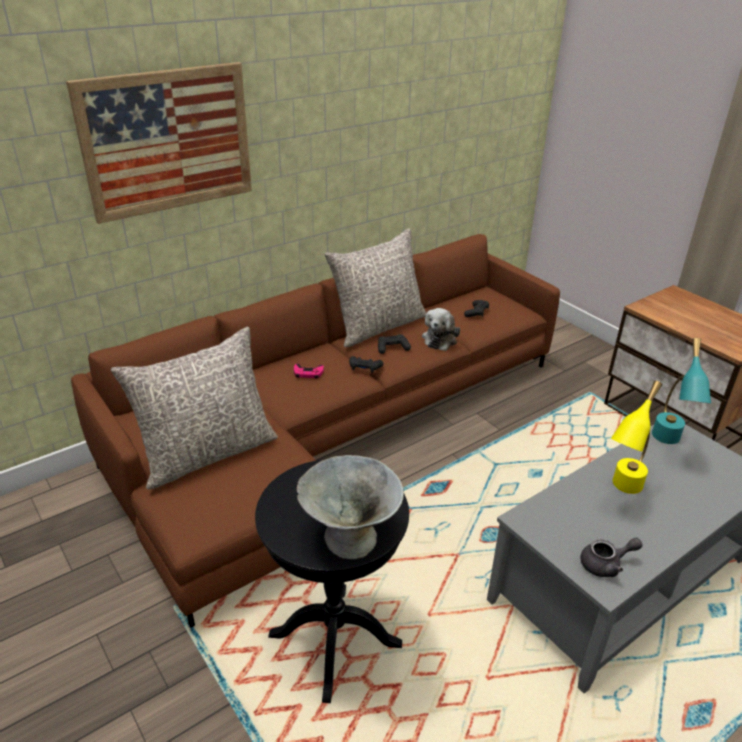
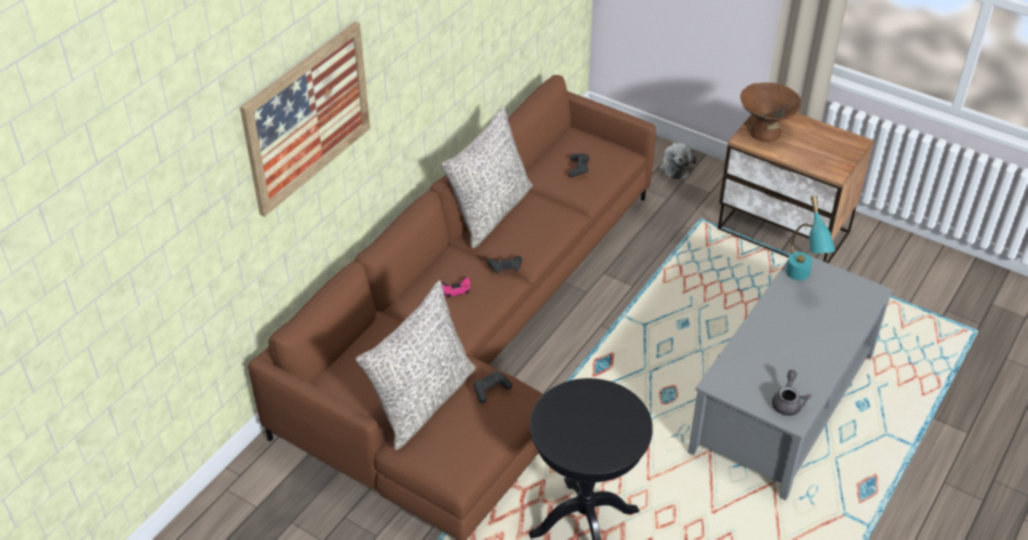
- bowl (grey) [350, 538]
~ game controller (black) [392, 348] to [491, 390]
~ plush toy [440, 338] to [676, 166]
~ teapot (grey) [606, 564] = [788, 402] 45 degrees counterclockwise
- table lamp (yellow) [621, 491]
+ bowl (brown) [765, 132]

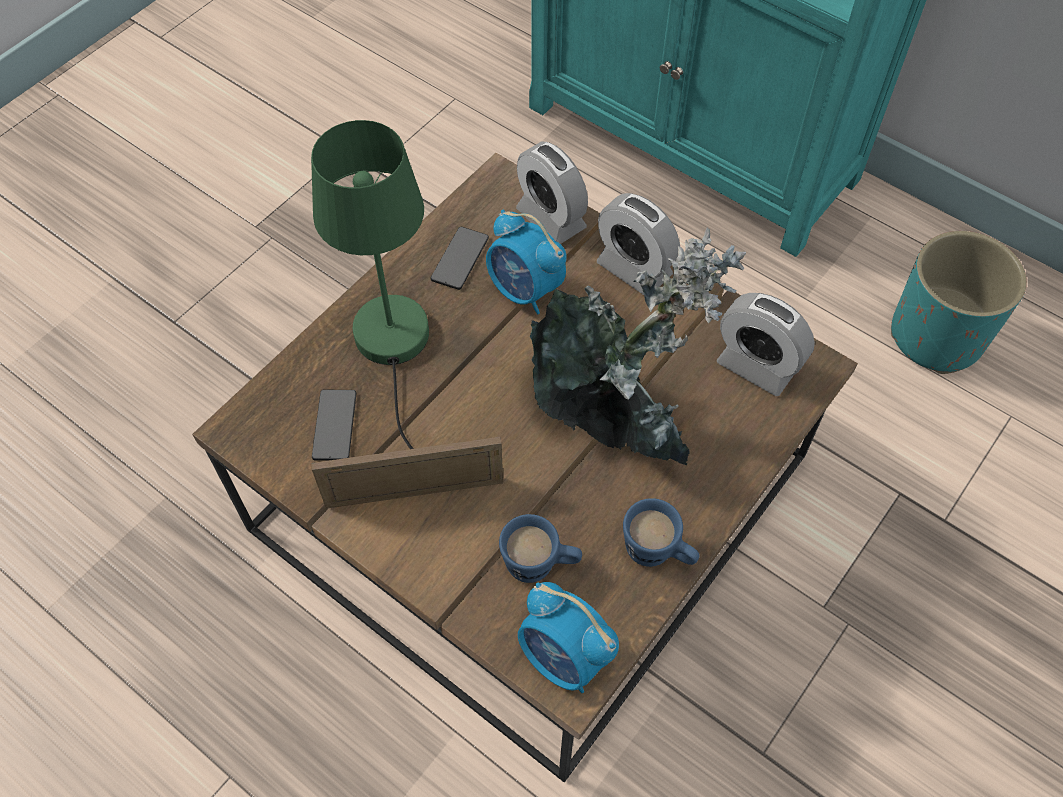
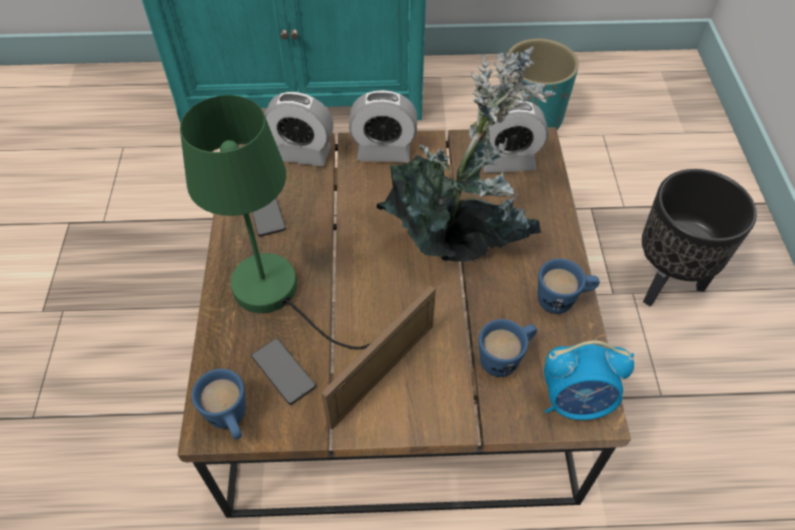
- alarm clock [525, 290]
+ mug (blue) [230, 420]
+ planter (black) [666, 282]

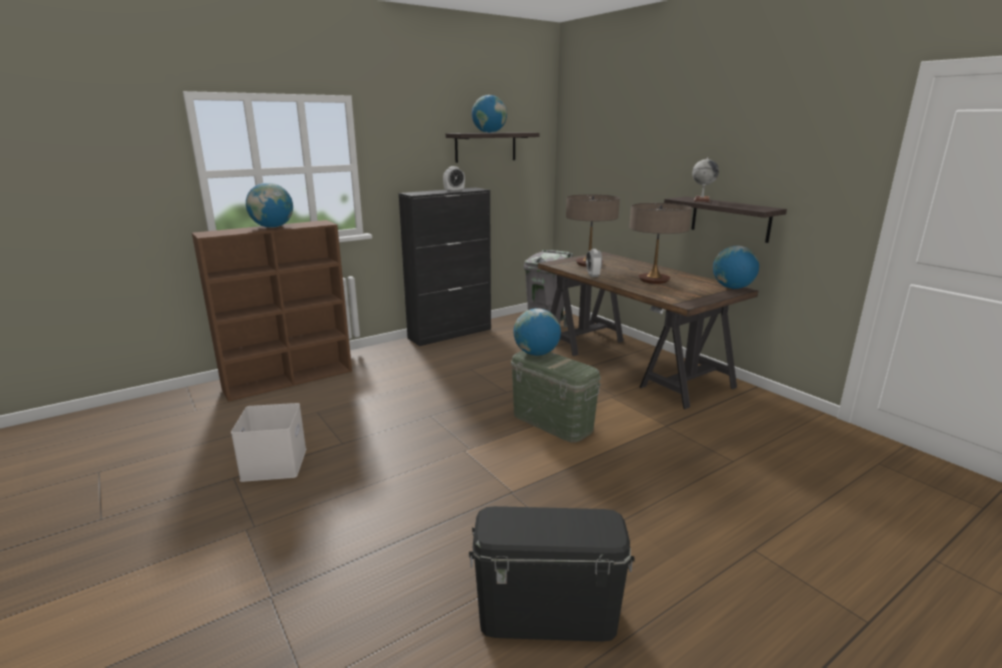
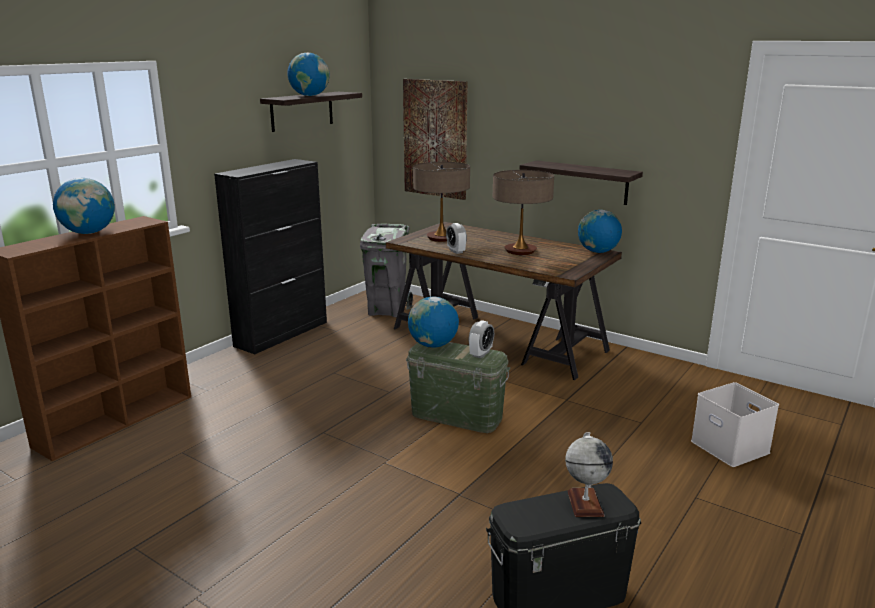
~ storage box (white) [275, 464] to [731, 447]
~ alarm clock [454, 191] to [481, 354]
~ globe [702, 200] to [585, 503]
+ picture [435, 138]

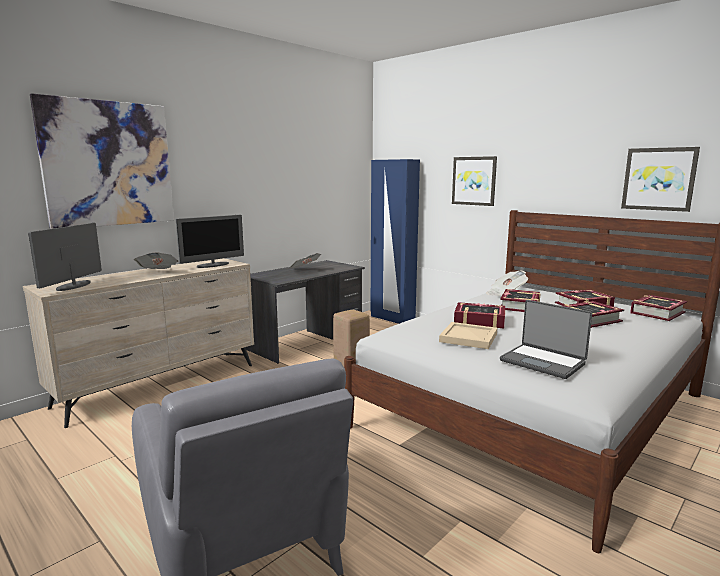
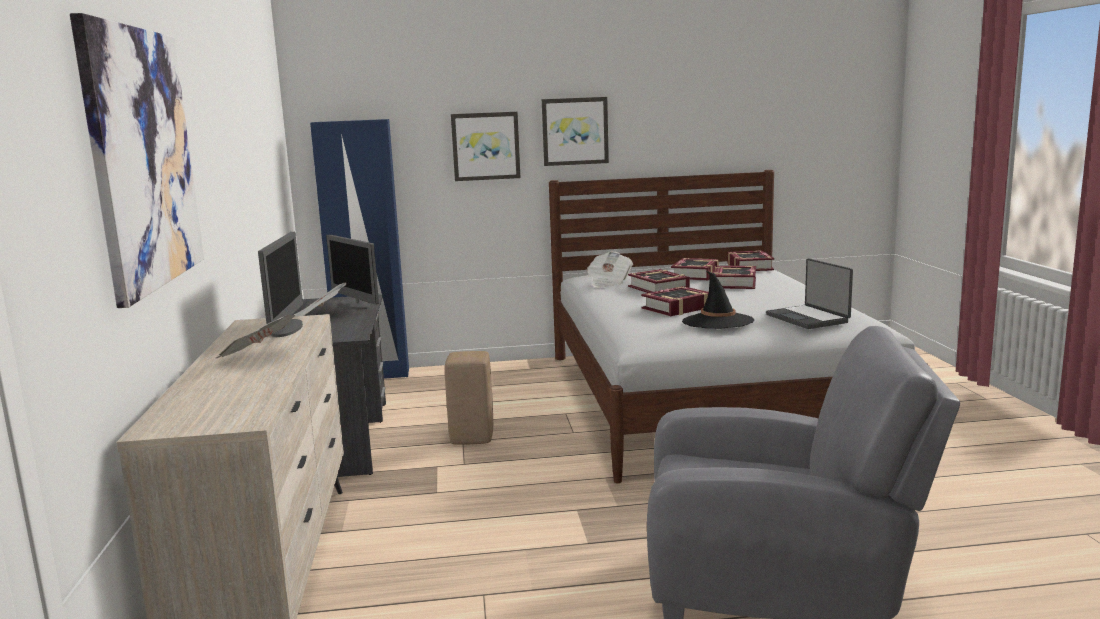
~ monitor [73, 286] to [355, 305]
~ tray (beige) [469, 338] to hat (black) [717, 321]
~ laptop [543, 362] = [808, 318] 75 degrees clockwise
~ picture [659, 179] to [575, 131]

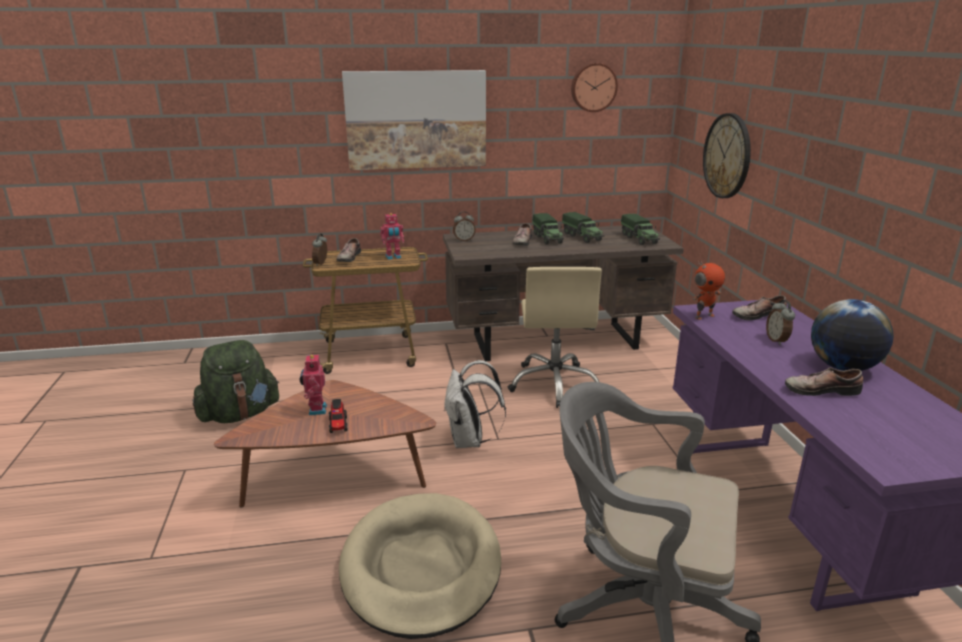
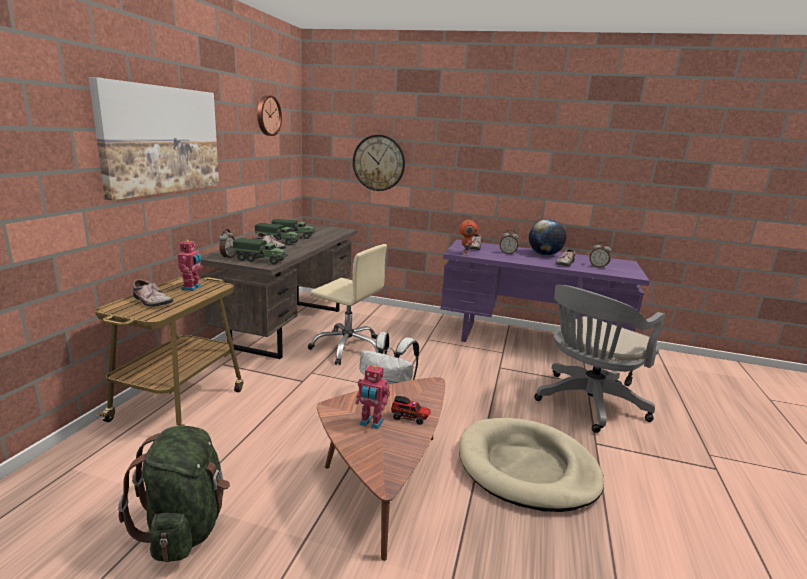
~ alarm clock [321, 264] to [598, 267]
~ toy truck [639, 239] to [261, 260]

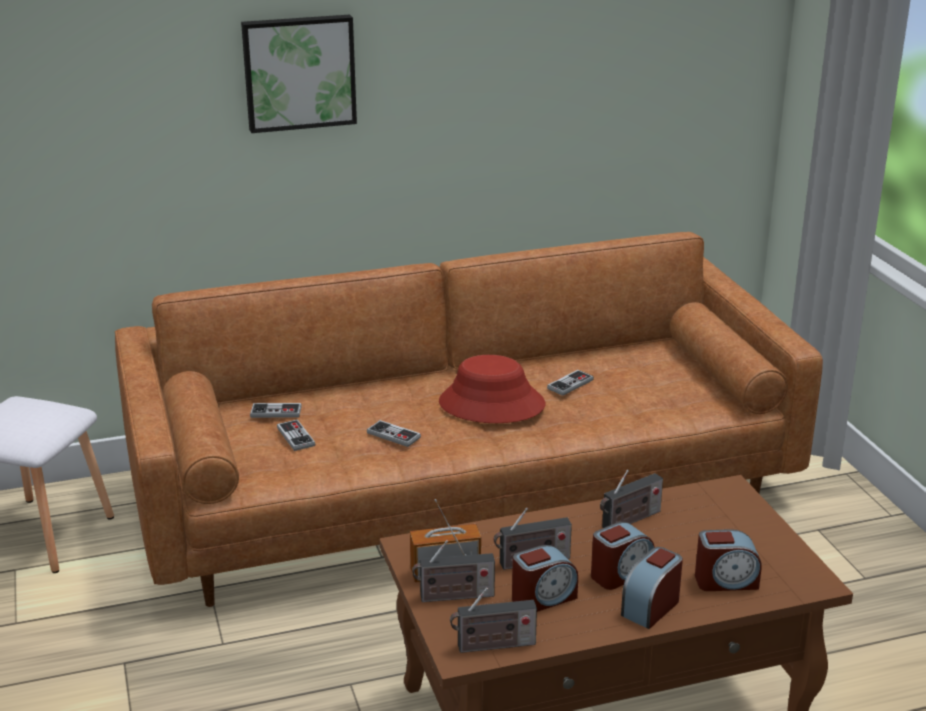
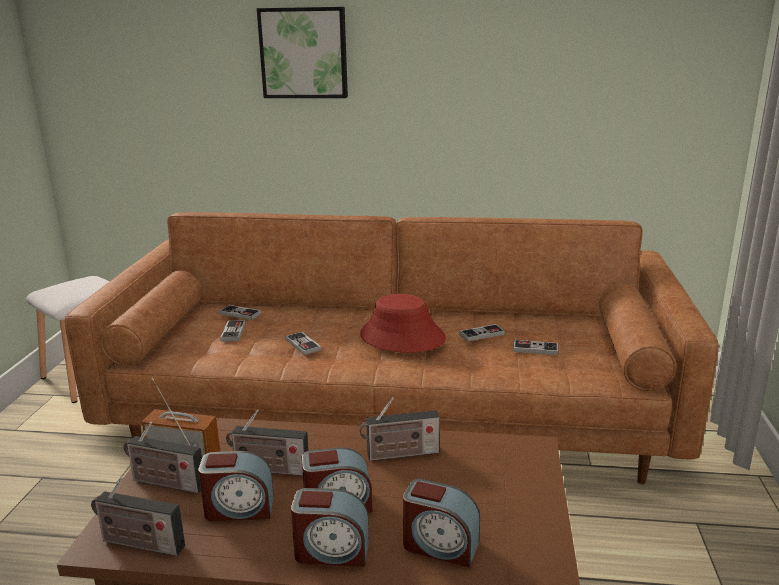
~ alarm clock [651, 607] = [331, 551] 150 degrees counterclockwise
+ game controller [535, 349]

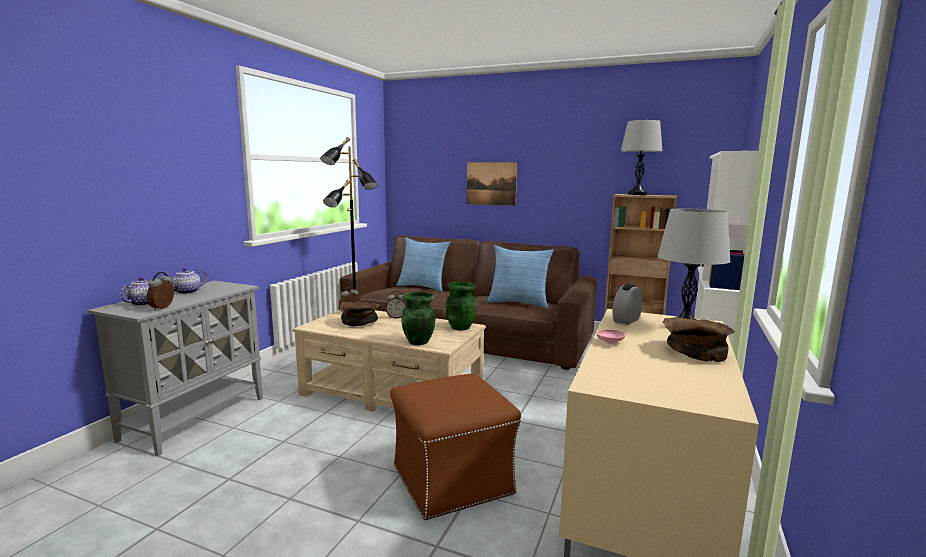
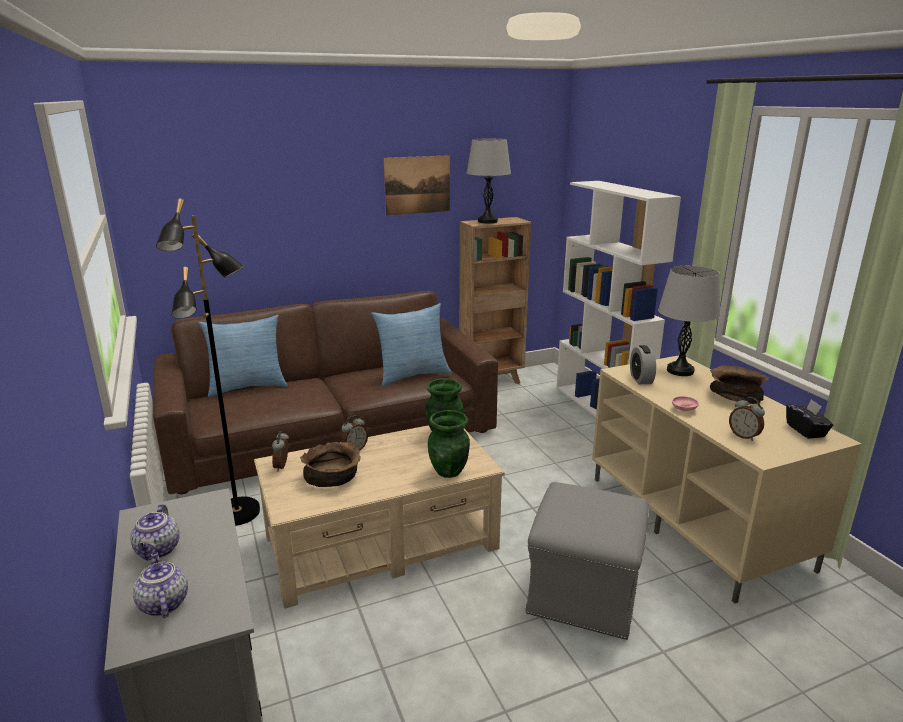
~ alarm clock [163, 308] to [744, 436]
~ ottoman (brown) [451, 480] to ottoman (grey) [583, 594]
~ picture [491, 183] to [417, 185]
+ tissue box (black) [806, 430]

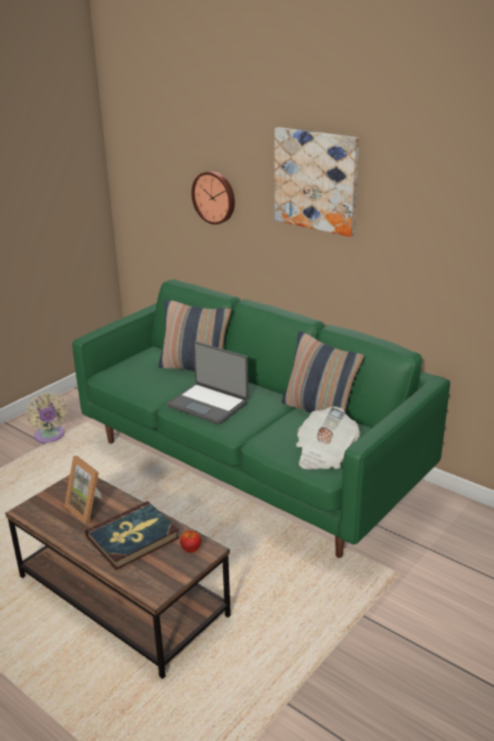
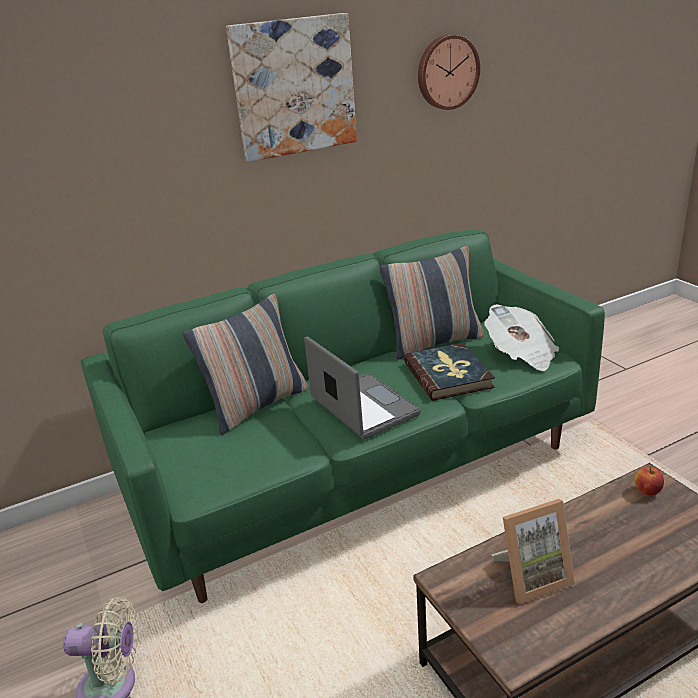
~ book [133, 538] to [448, 375]
~ laptop [209, 404] = [362, 408] 90 degrees counterclockwise
~ wall clock [215, 197] to [446, 72]

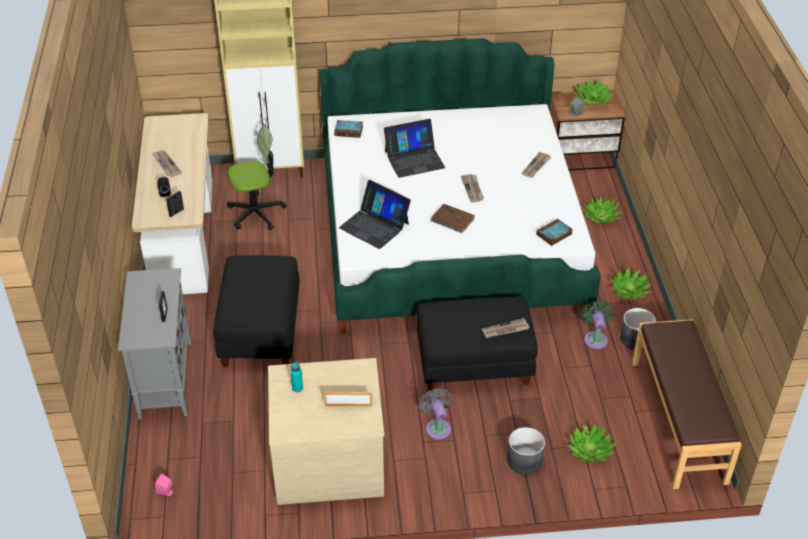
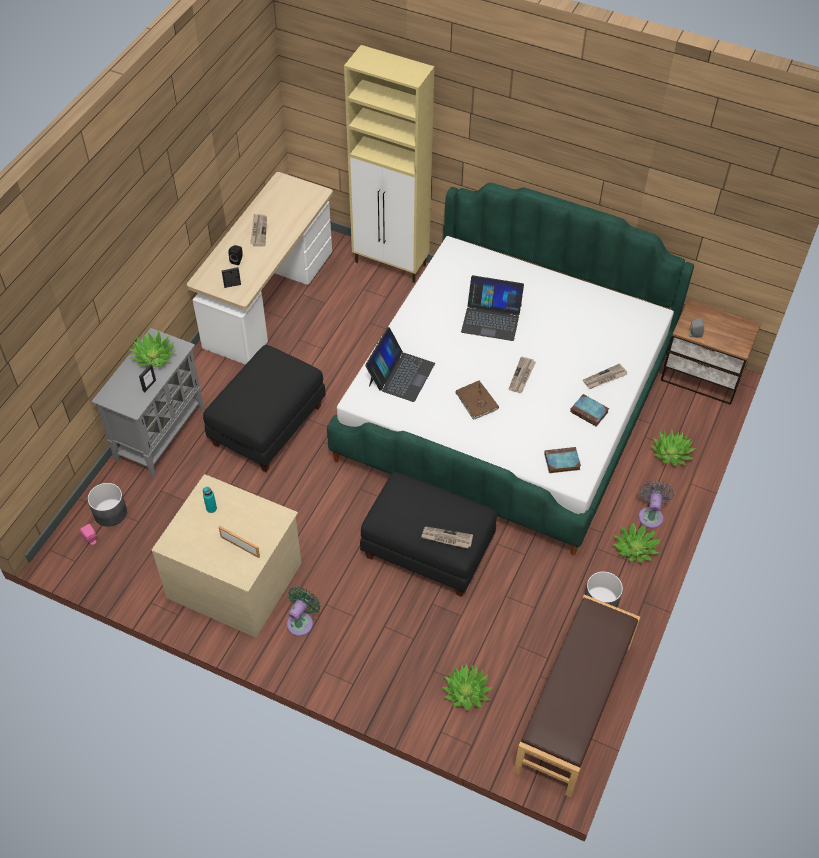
- office chair [256, 213]
~ book [349, 131] to [590, 412]
~ laptop [374, 225] = [400, 374] 135 degrees counterclockwise
~ fan (grey) [437, 427] to [651, 515]
~ planter (grey) [524, 460] to [110, 512]
~ potted plant [592, 100] to [154, 356]
~ fan (green) [595, 338] to [301, 621]

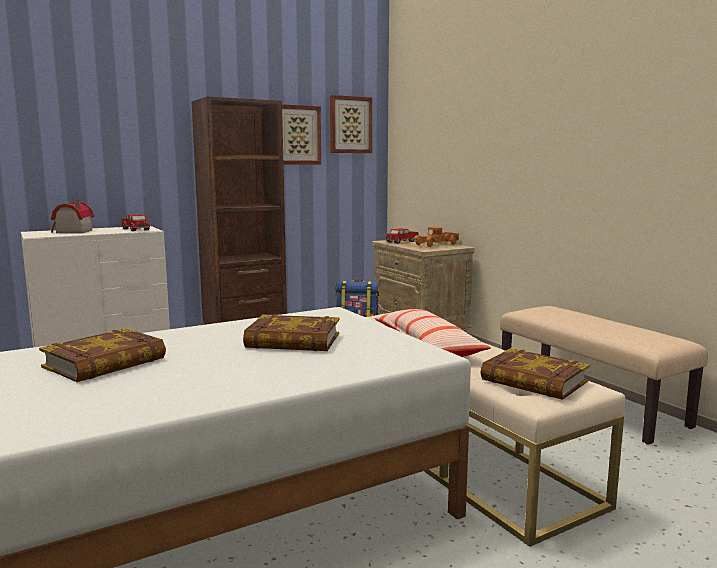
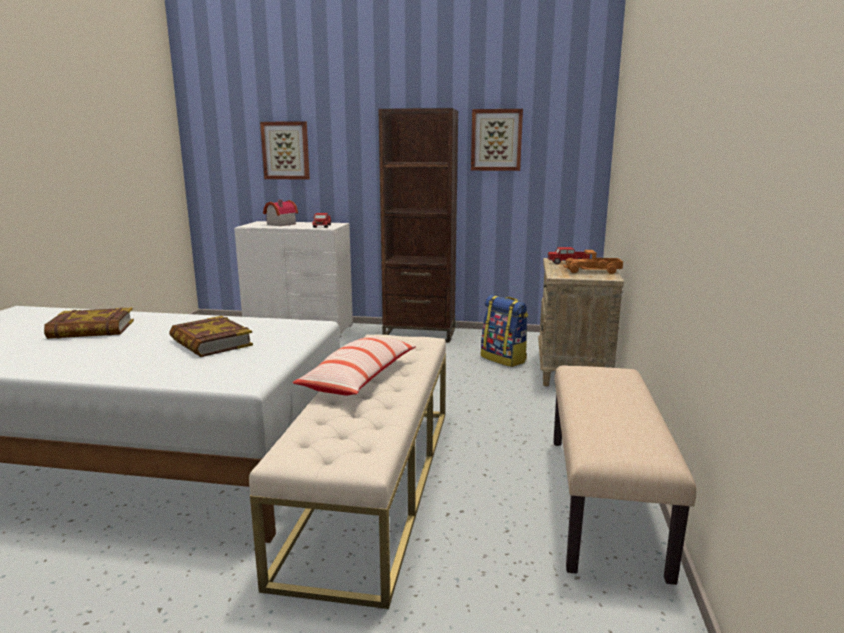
~ picture [350, 125] to [286, 150]
- book [533, 381]

